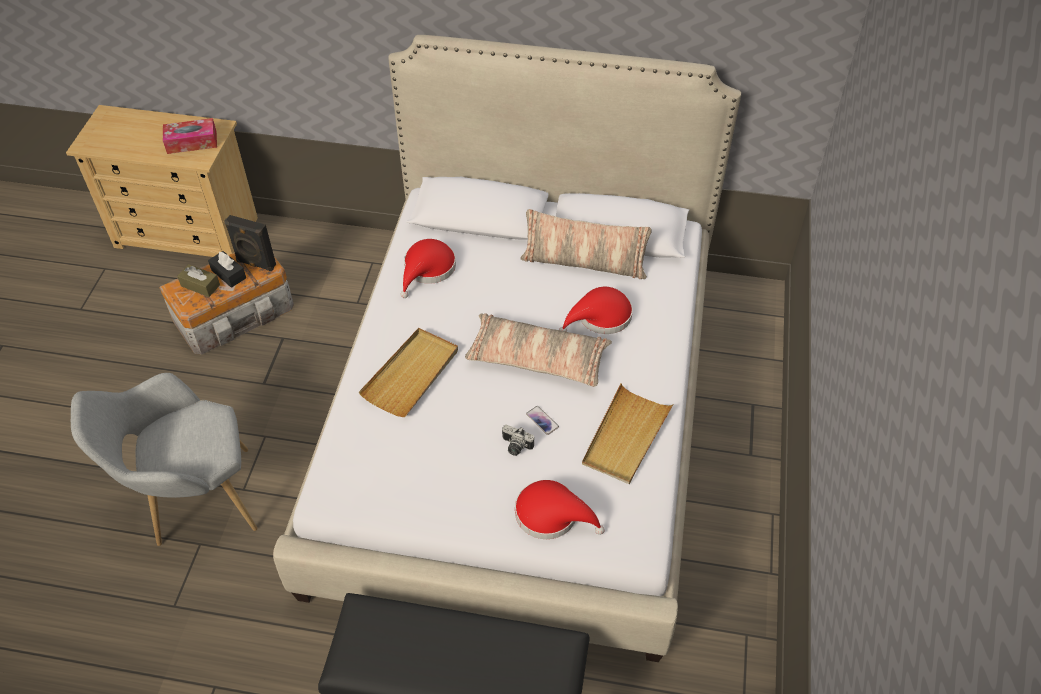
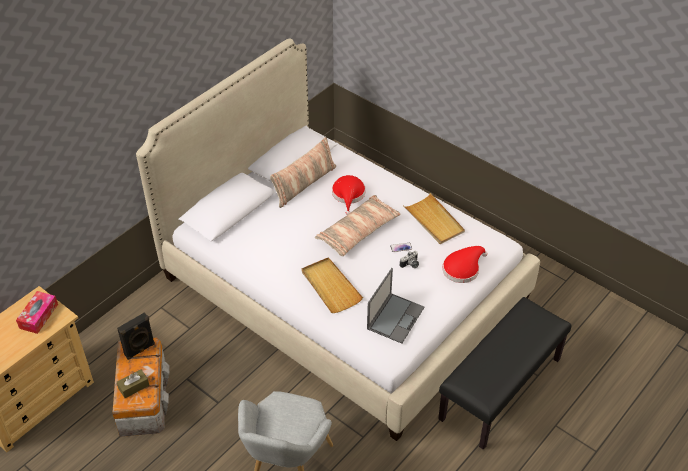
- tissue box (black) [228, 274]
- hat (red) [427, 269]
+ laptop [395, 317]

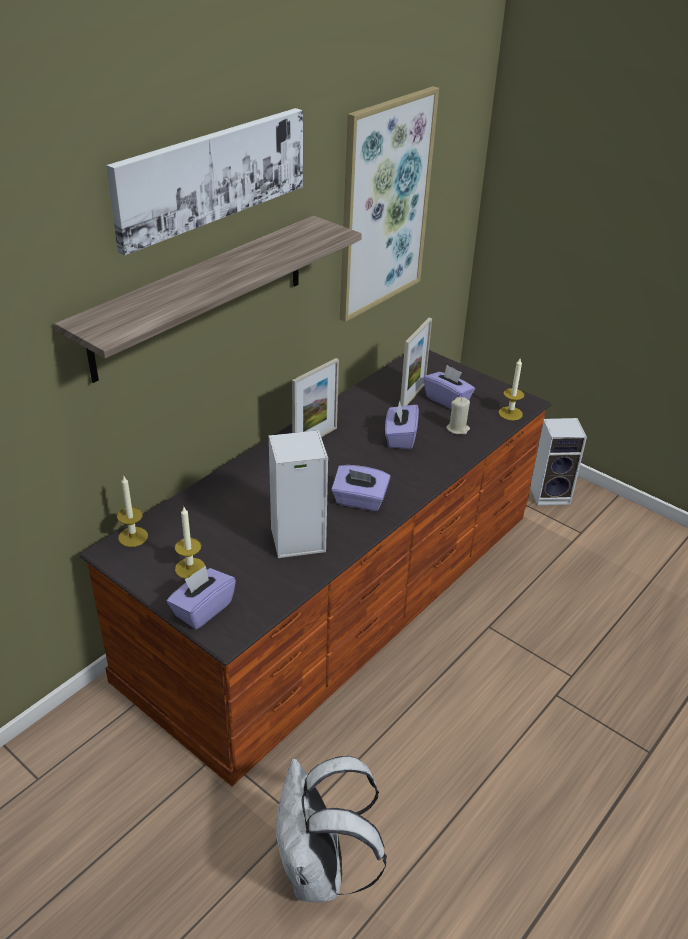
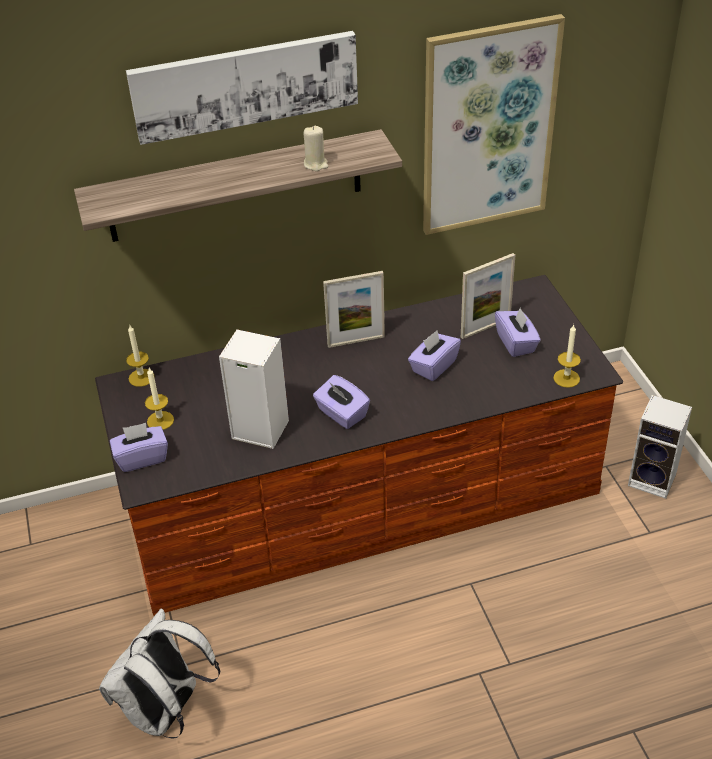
~ candle (beige) [458, 429] to [316, 164]

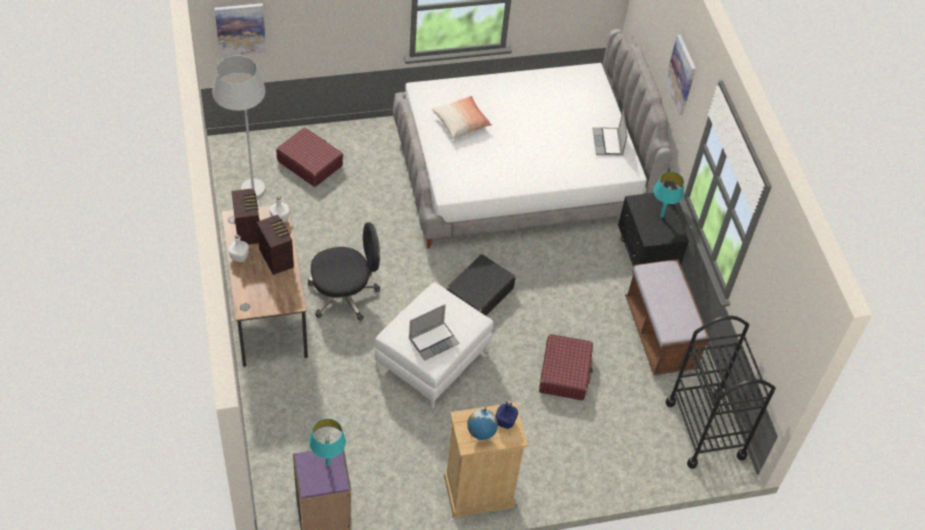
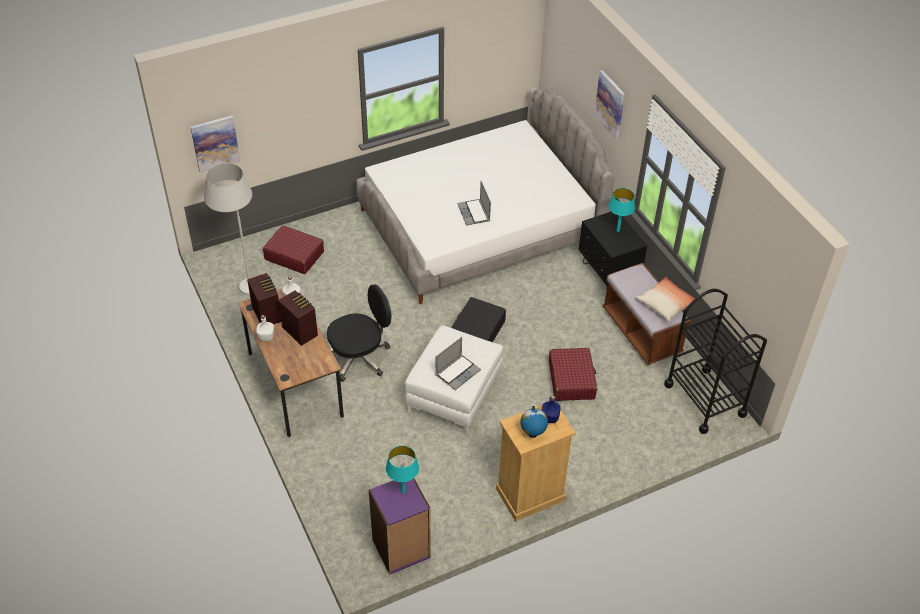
~ pillow [461, 123] to [665, 304]
~ laptop [608, 143] to [474, 213]

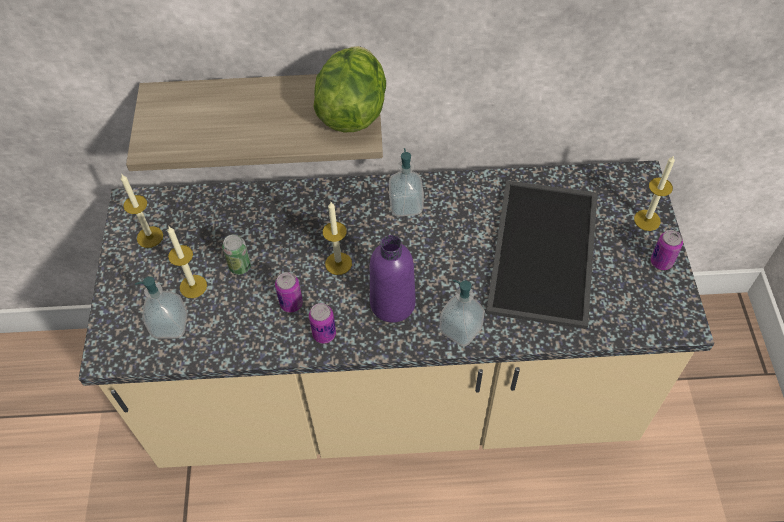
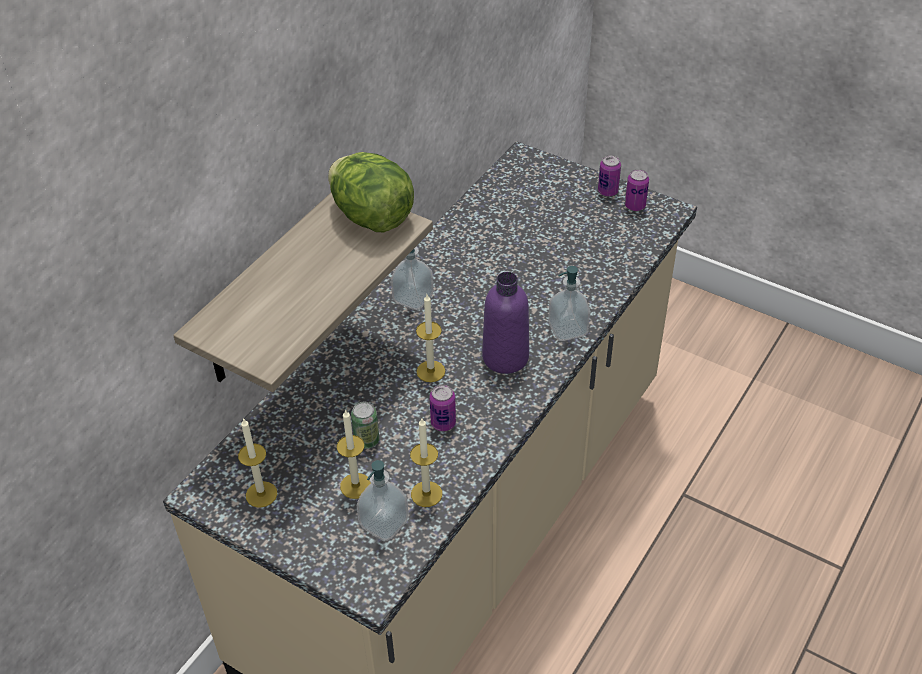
~ can [324, 334] to [635, 206]
- tray [546, 254]
~ candle [647, 220] to [426, 494]

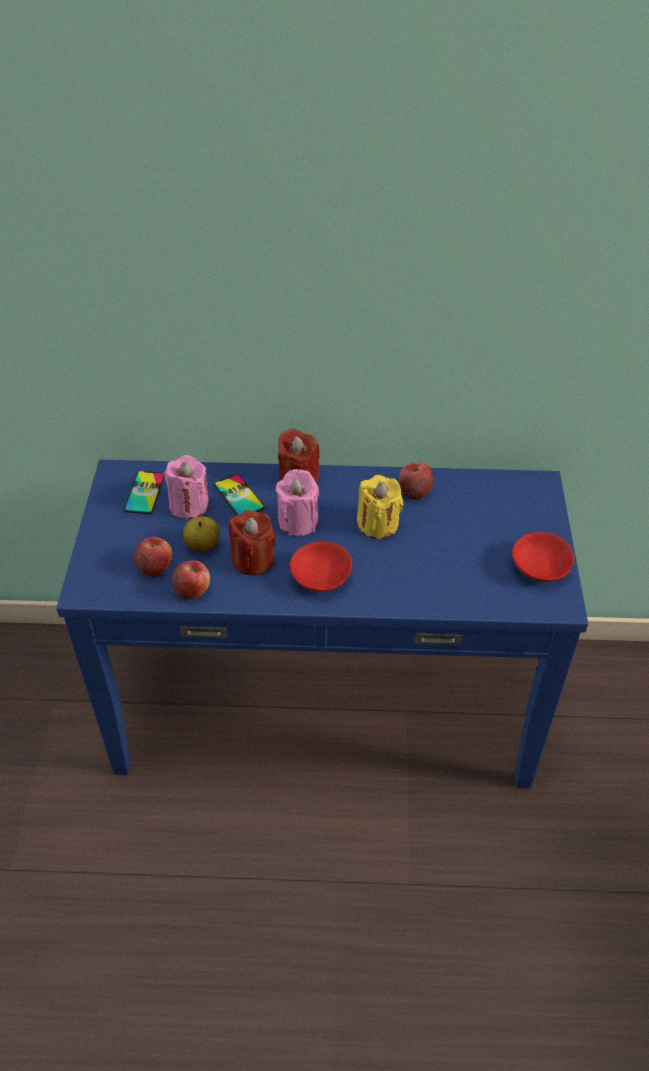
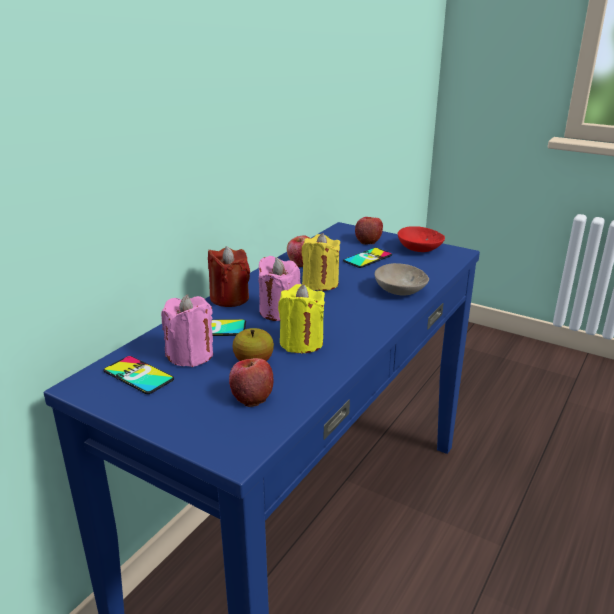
~ apple [192, 590] to [368, 240]
~ candle (red) [253, 560] to candle (yellow) [301, 343]
- bowl (red) [320, 576]
+ phone [367, 258]
+ bowl (beige) [398, 290]

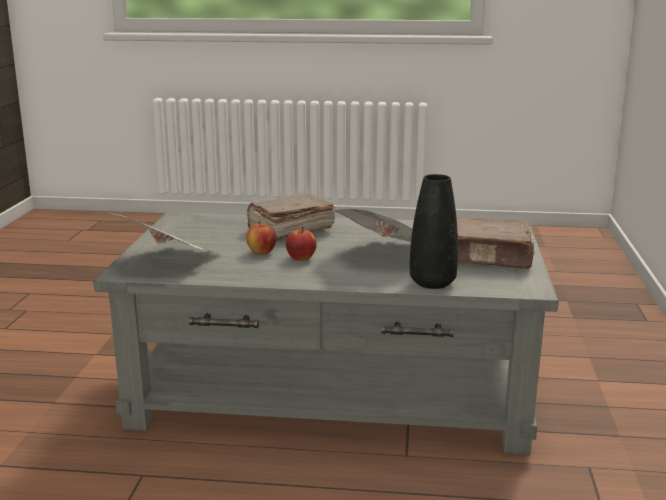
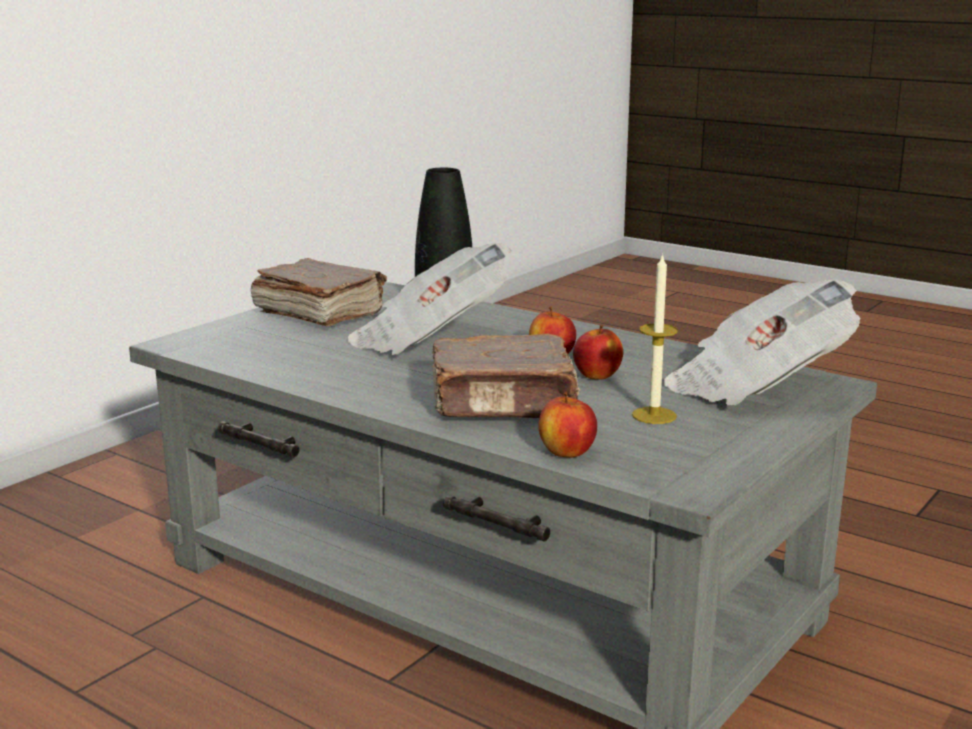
+ apple [567, 453]
+ candle [654, 415]

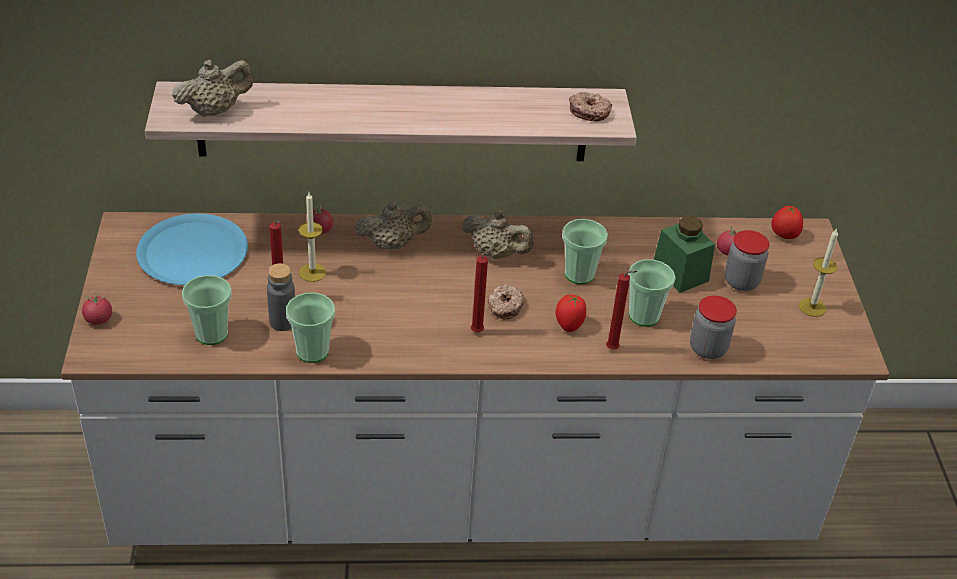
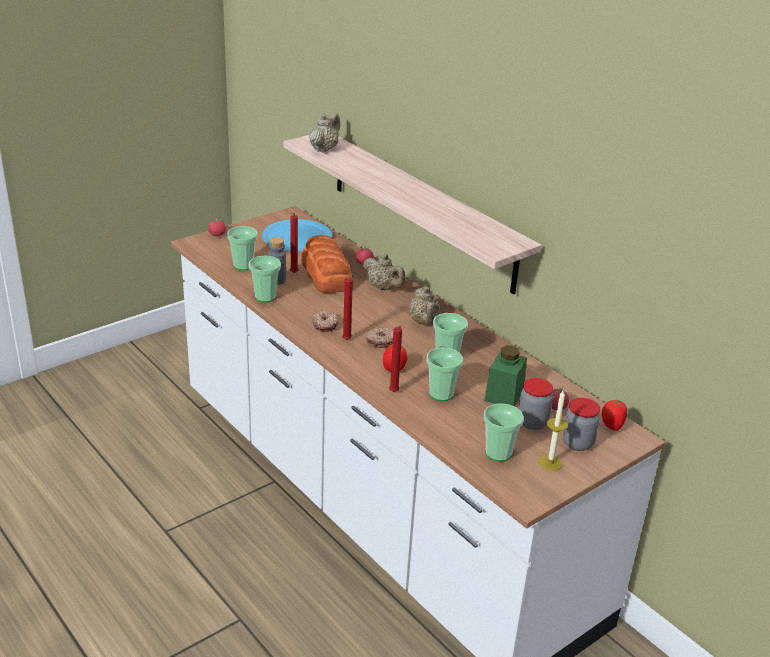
~ teapot (beige) [215, 110] = [324, 149] 90 degrees counterclockwise
~ candle [312, 272] to bread [327, 274]
~ donut [589, 111] to [325, 324]
~ jar [708, 348] to [577, 443]
+ cup [498, 453]

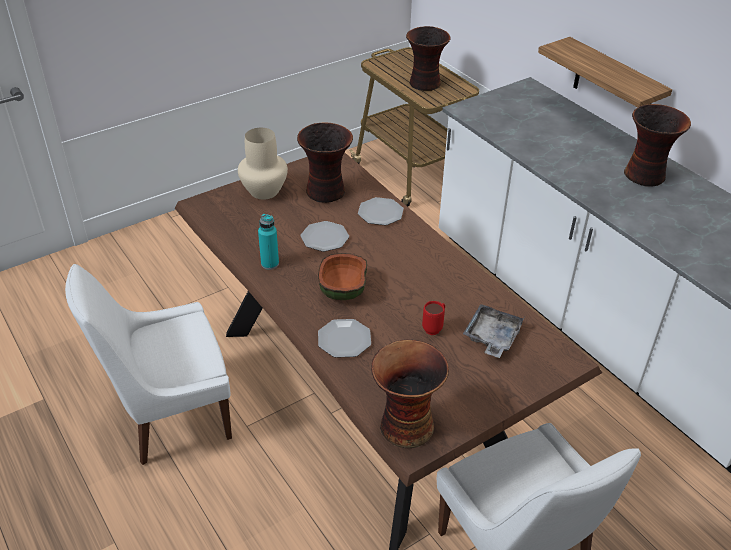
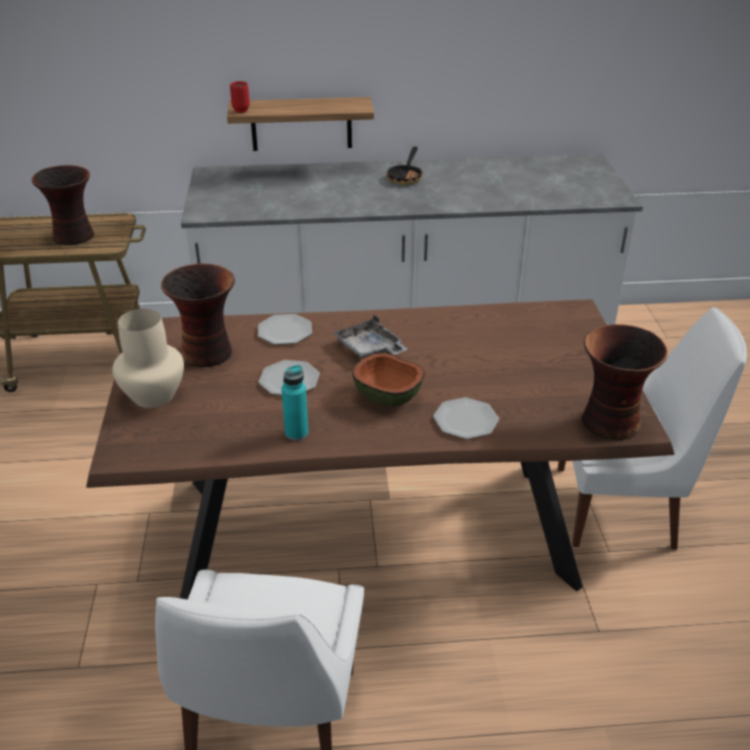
~ mug (red) [434, 328] to [240, 109]
~ tray (grey) [492, 337] to [370, 349]
~ vase [646, 176] to frying pan [406, 177]

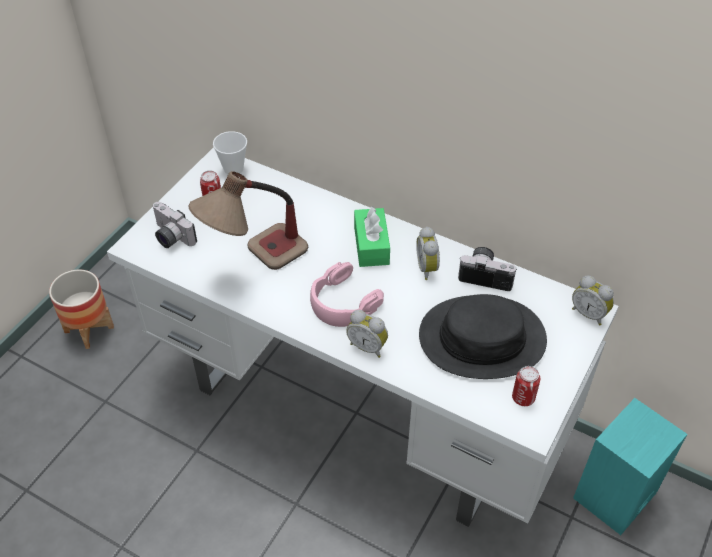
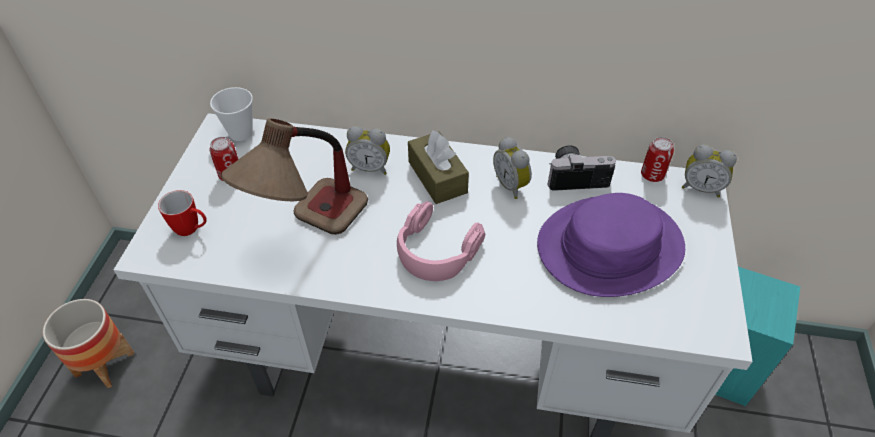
~ photo camera [170, 237] to mug [192, 230]
~ alarm clock [368, 346] to [370, 167]
~ tissue box (green) [371, 245] to tissue box (brown) [437, 177]
~ hat (black) [482, 338] to hat (purple) [609, 246]
~ can [523, 398] to [652, 175]

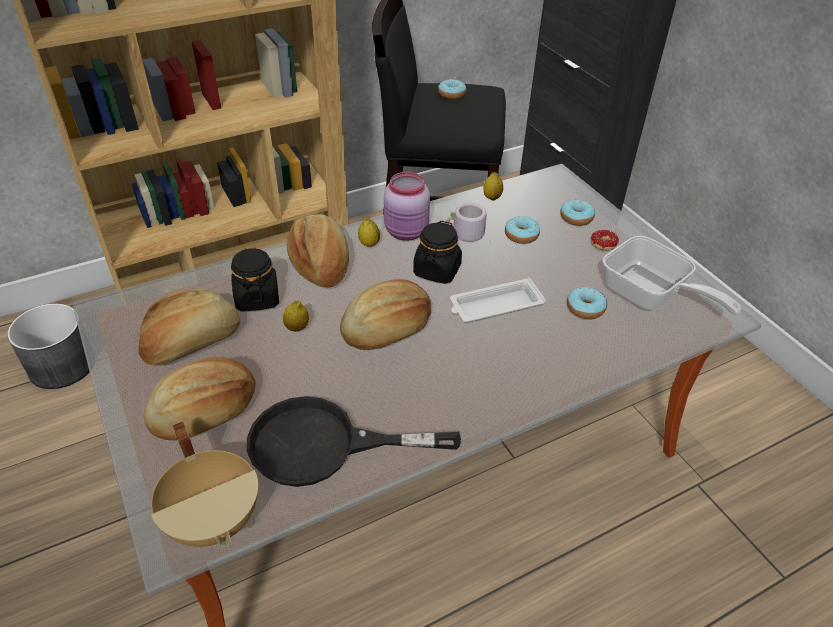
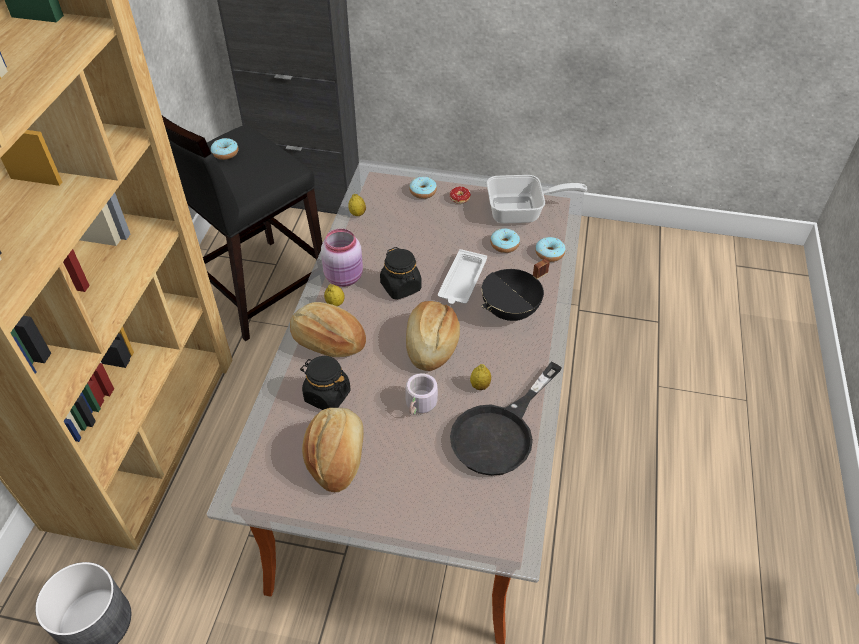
- bread [205, 413]
- cooking pot (beige) [215, 519]
~ lemon [297, 327] to [480, 385]
~ mug (grey) [465, 235] to [421, 405]
~ donut [521, 235] to [549, 253]
+ cooking pot (black) [511, 312]

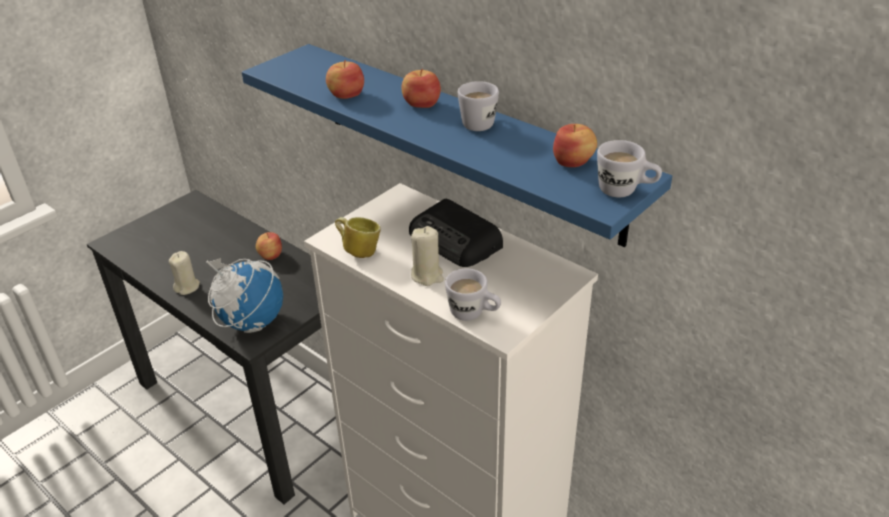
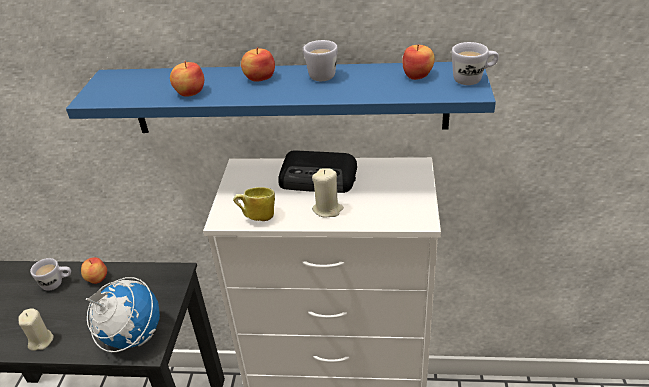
~ mug (white) [473, 314] to [57, 283]

